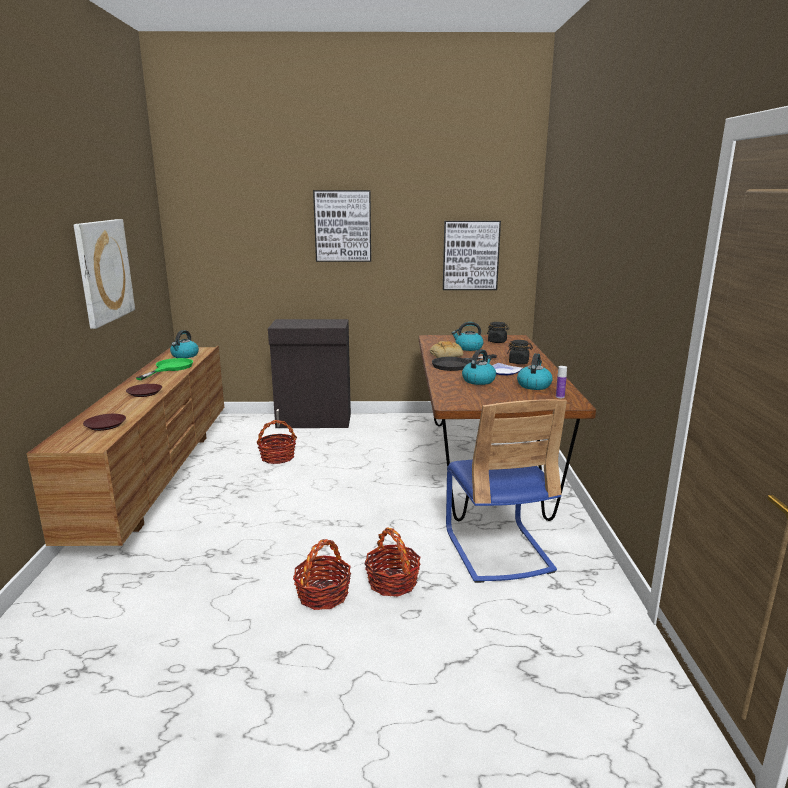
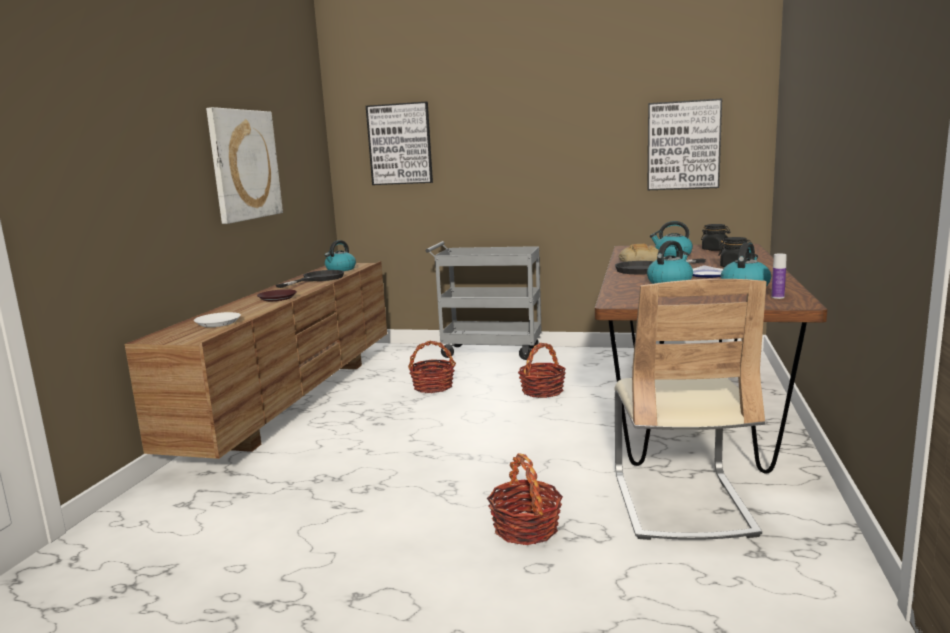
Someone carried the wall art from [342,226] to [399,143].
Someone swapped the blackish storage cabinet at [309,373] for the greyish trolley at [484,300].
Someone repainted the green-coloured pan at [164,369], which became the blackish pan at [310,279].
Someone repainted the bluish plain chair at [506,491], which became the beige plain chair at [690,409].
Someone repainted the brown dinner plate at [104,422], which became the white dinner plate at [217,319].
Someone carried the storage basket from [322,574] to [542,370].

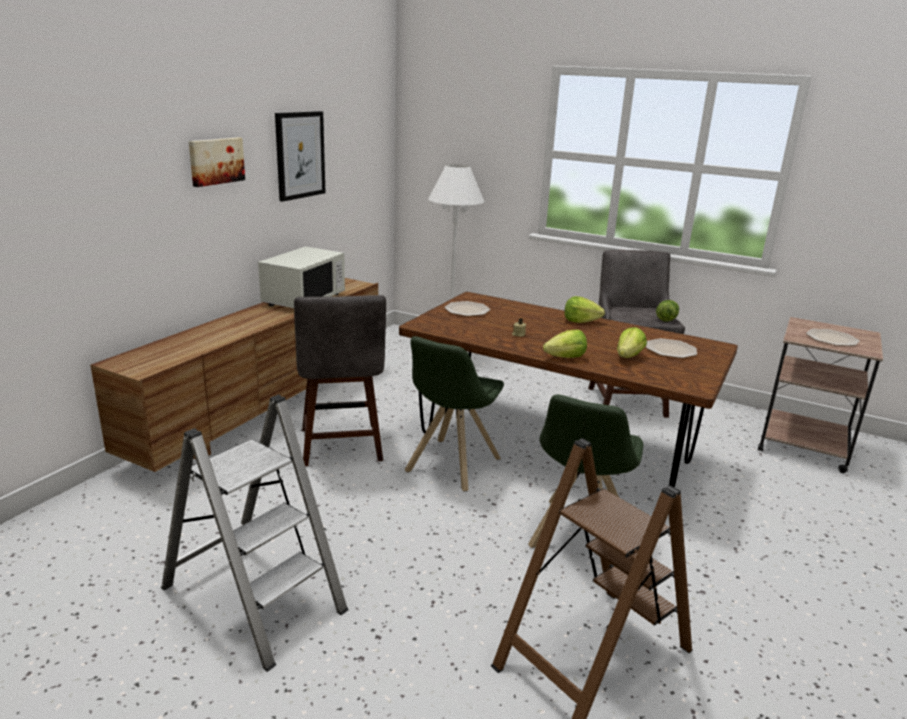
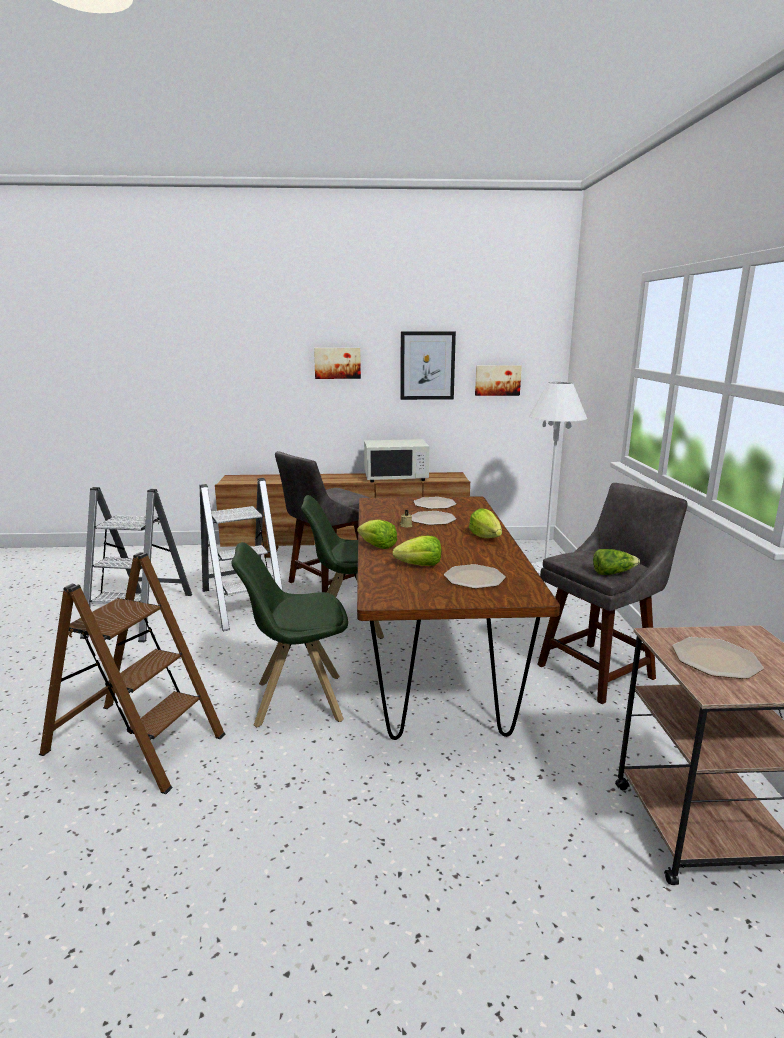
Someone put up the wall art at [498,380].
Someone put down the greyish step ladder at [241,555].
Someone put down the dinner plate at [434,518].

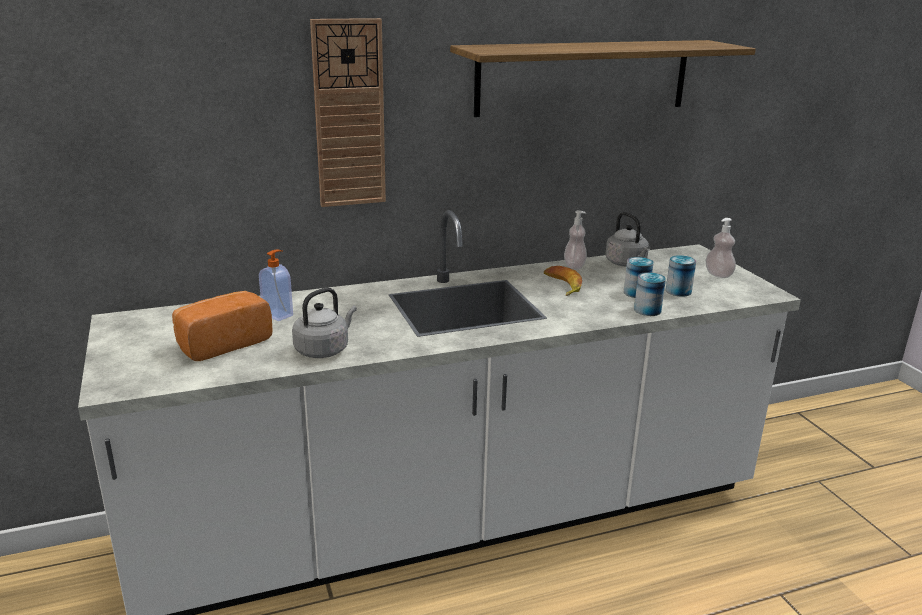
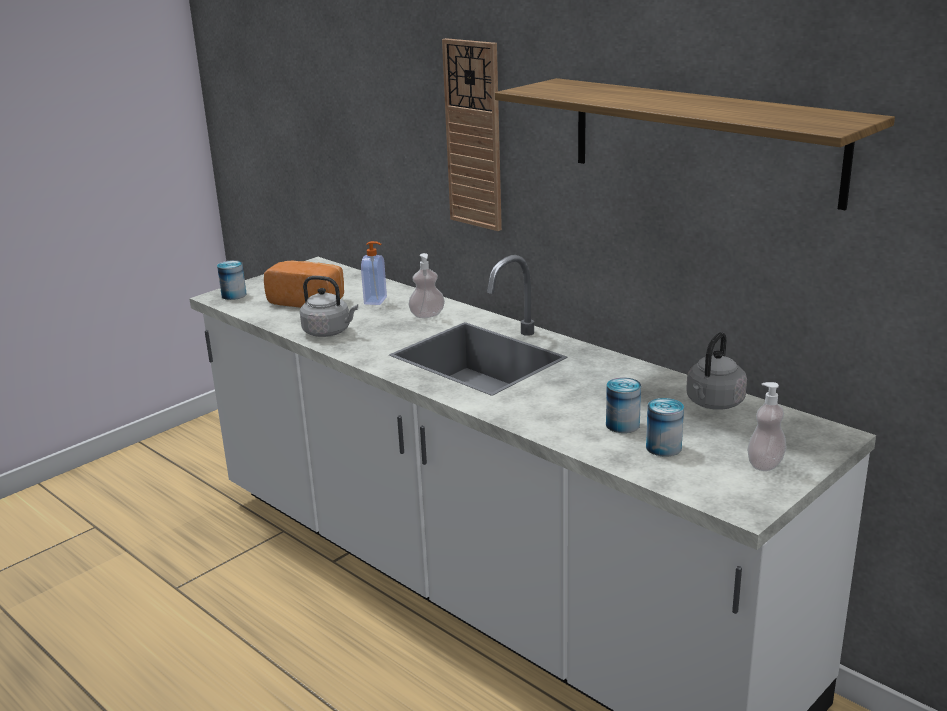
Someone carried the soap dispenser from [575,240] to [426,285].
Someone took away the banana at [563,281].
Someone carried the metal can from [650,294] to [232,280].

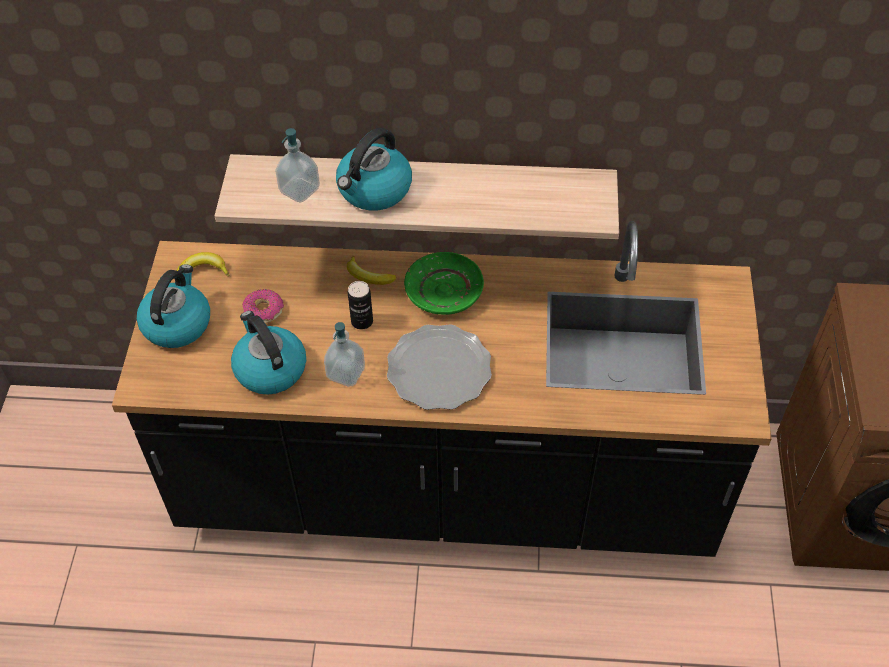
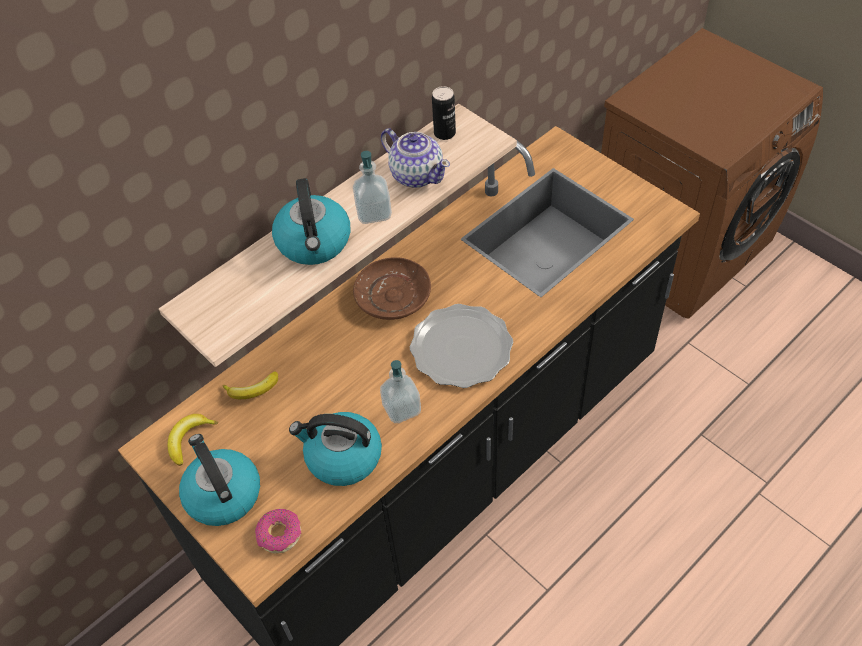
Someone carried the soap dispenser from [297,165] to [372,187].
Someone repainted the green-coloured dinner plate at [444,283], which became the brown dinner plate at [392,288].
Someone carried the banana from [371,270] to [250,385].
Someone carried the metal can from [360,305] to [444,113].
Someone carried the donut from [263,306] to [278,531].
Someone put down the pot for tea at [415,158].

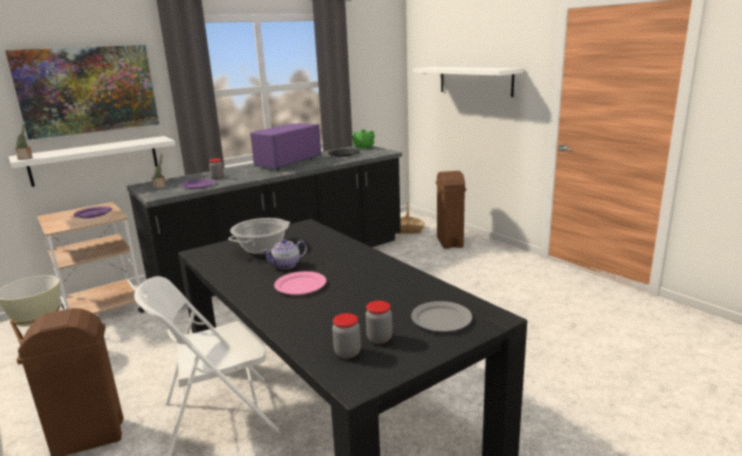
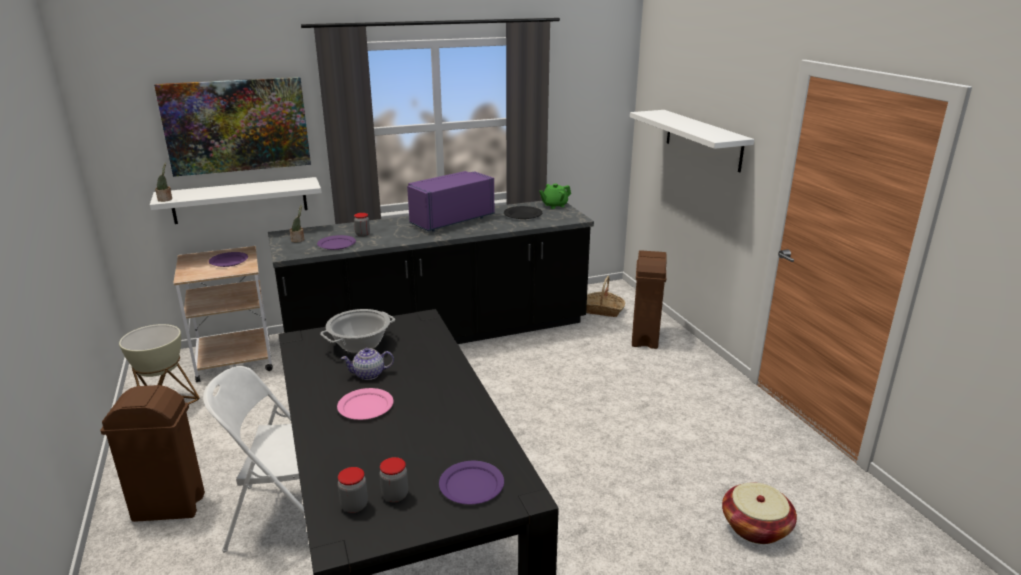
Someone repainted the greyish dinner plate at [441,316], which became the purple dinner plate at [471,482].
Someone put down the storage basket at [759,513].

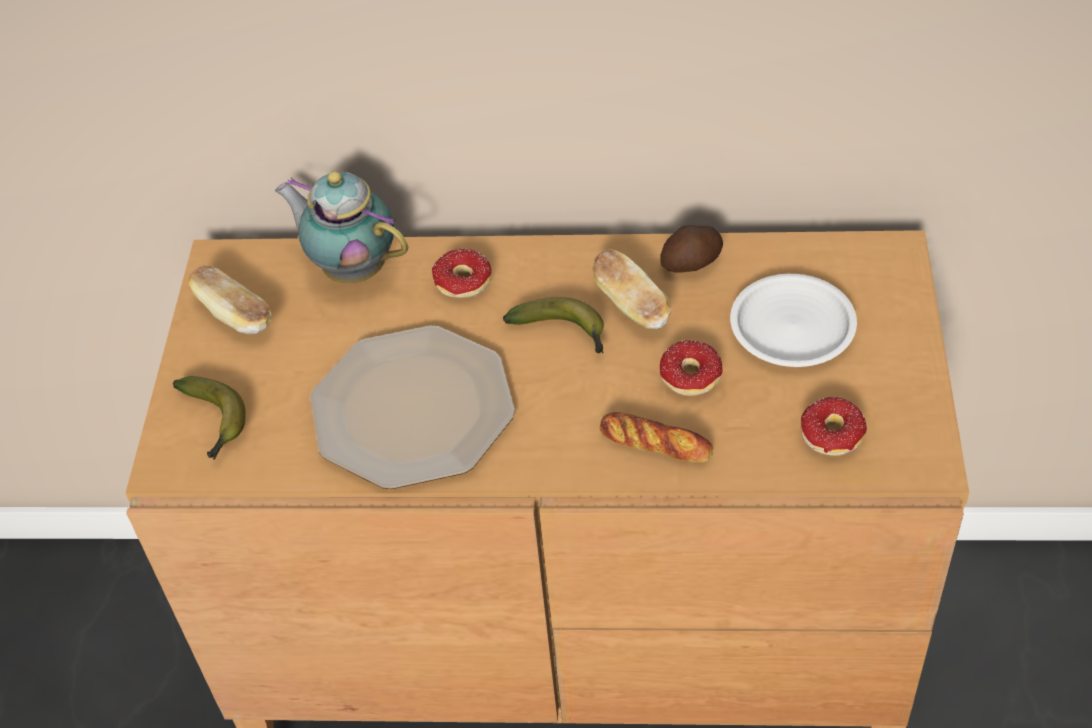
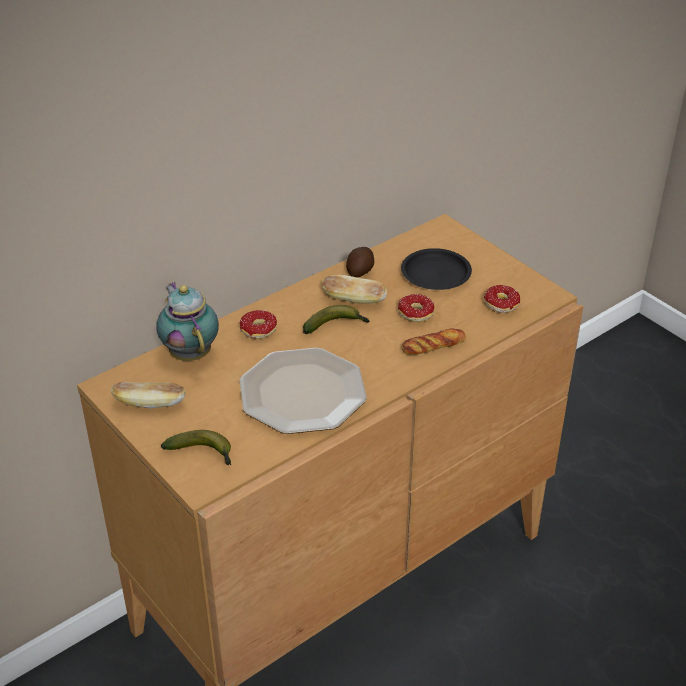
Someone rotated the pot for tea at [341,227] by 75 degrees clockwise.
Someone repainted the white dinner plate at [793,320], which became the blackish dinner plate at [436,269].

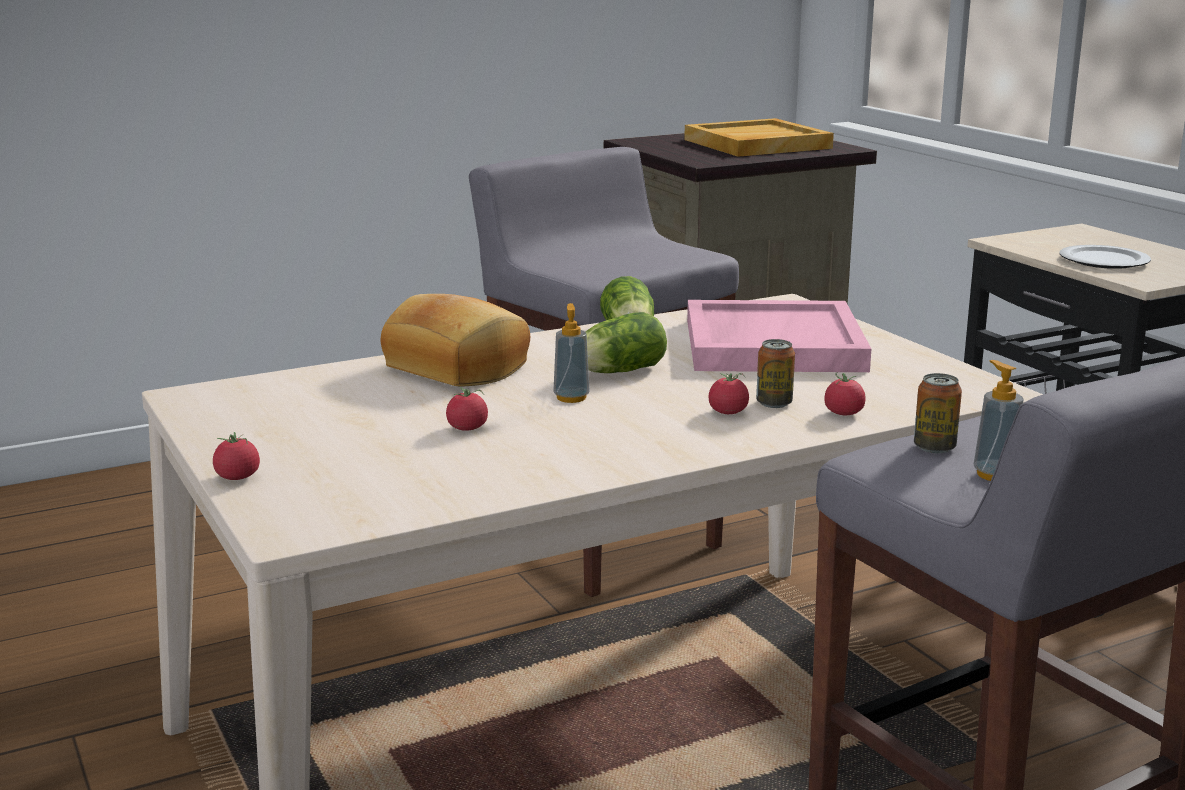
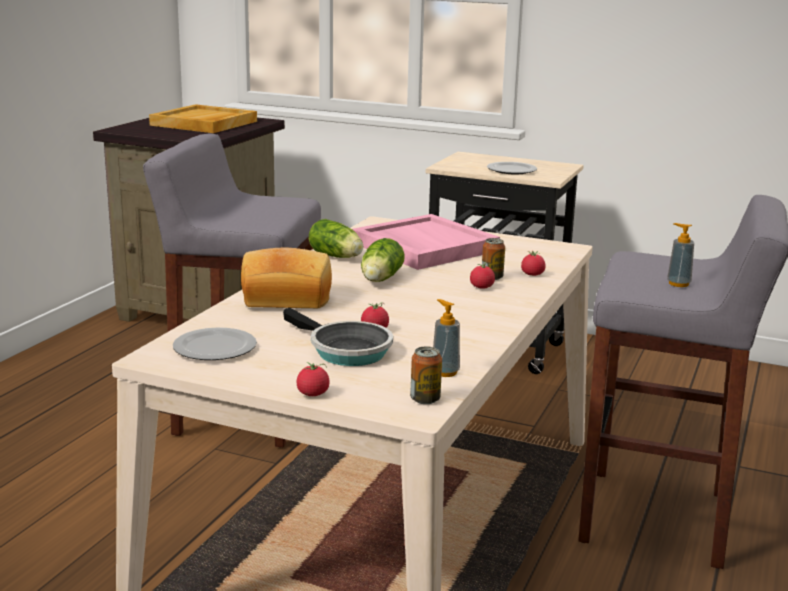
Someone carried the soap dispenser from [571,353] to [446,338].
Someone carried the metal can from [938,413] to [426,375].
Someone put down the pan at [338,337].
Someone put down the dinner plate at [215,343].

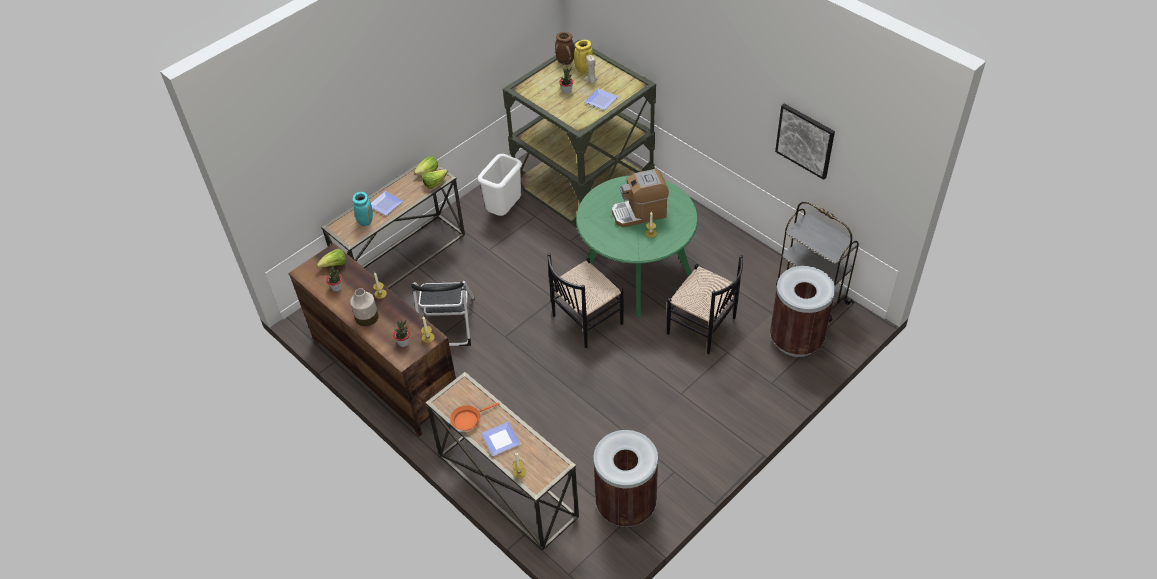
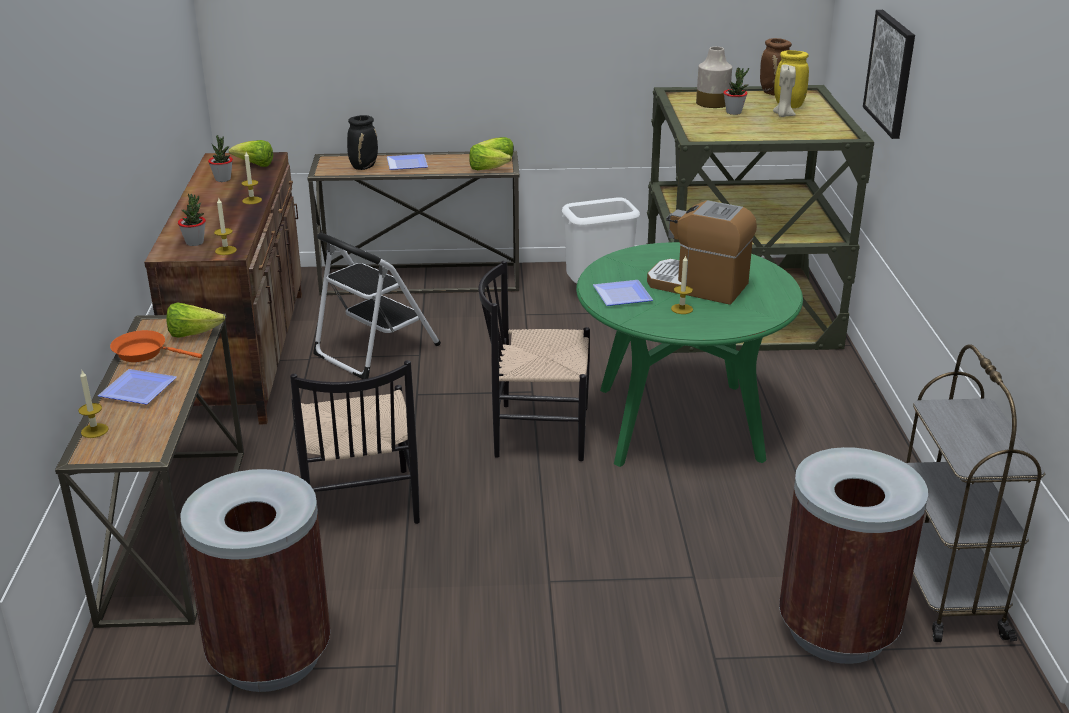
Someone carried the dinner plate from [601,99] to [623,293].
Someone carried the wall art from [805,142] to [889,74].
Someone repainted the blue-green vase at [363,209], which became the blackish vase at [362,142].
Someone carried the blackish plain chair from [705,304] to [355,442].
Someone carried the beige vase from [364,307] to [714,77].
Someone put down the lettuce at [195,320].

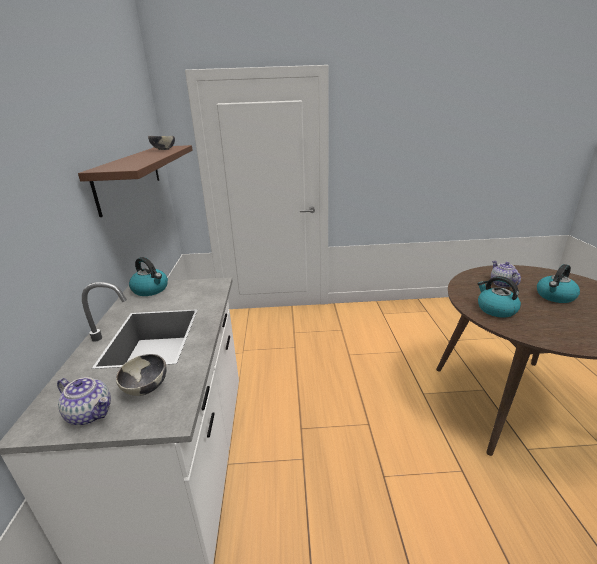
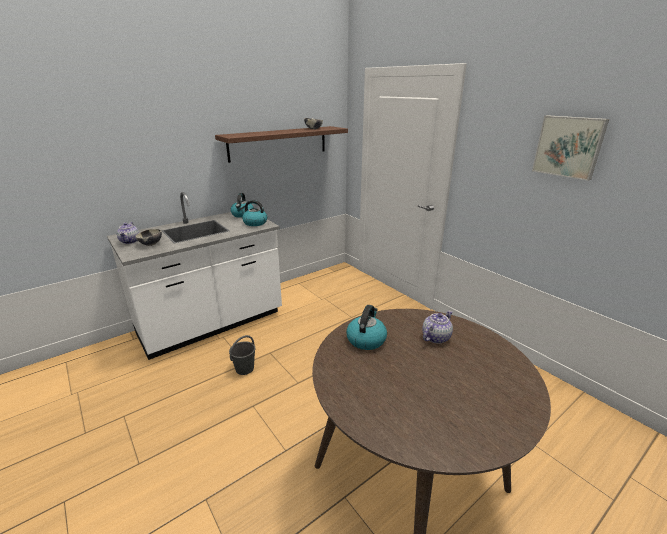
Someone carried the kettle from [558,283] to [253,213].
Someone put up the wall art at [570,148].
Someone put down the greyish bucket at [242,355].

